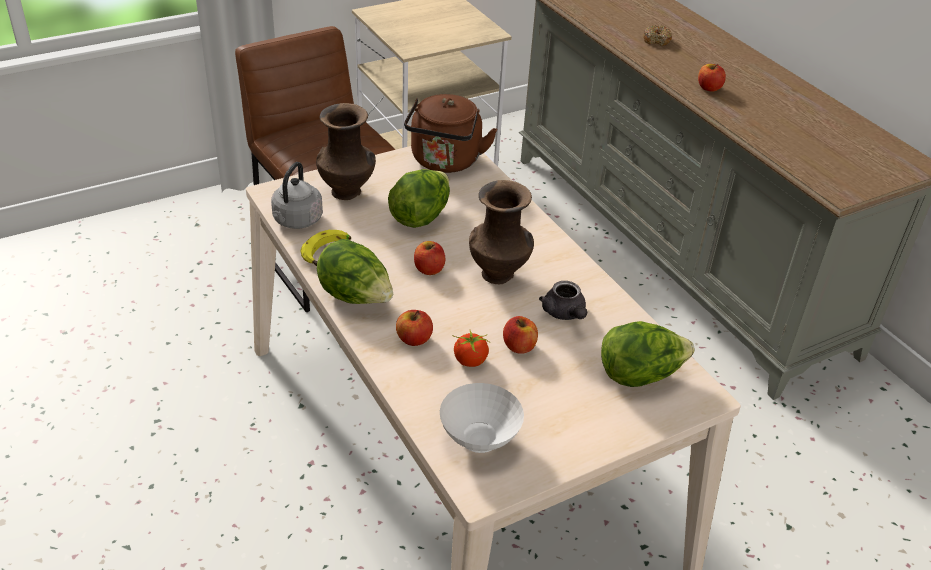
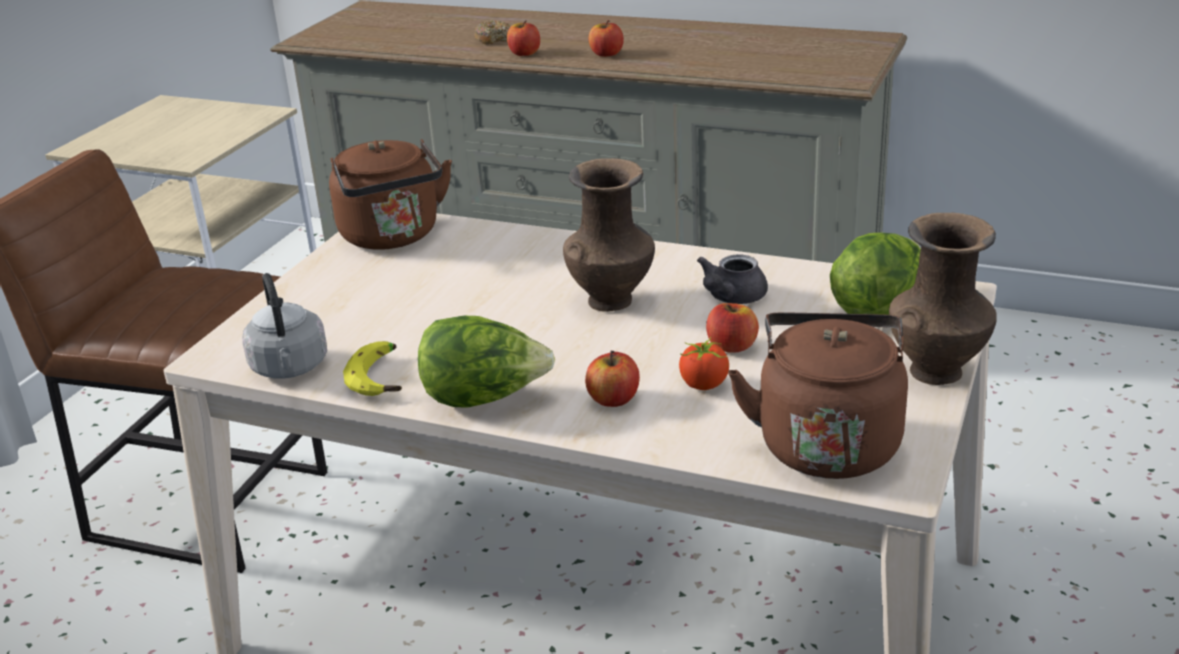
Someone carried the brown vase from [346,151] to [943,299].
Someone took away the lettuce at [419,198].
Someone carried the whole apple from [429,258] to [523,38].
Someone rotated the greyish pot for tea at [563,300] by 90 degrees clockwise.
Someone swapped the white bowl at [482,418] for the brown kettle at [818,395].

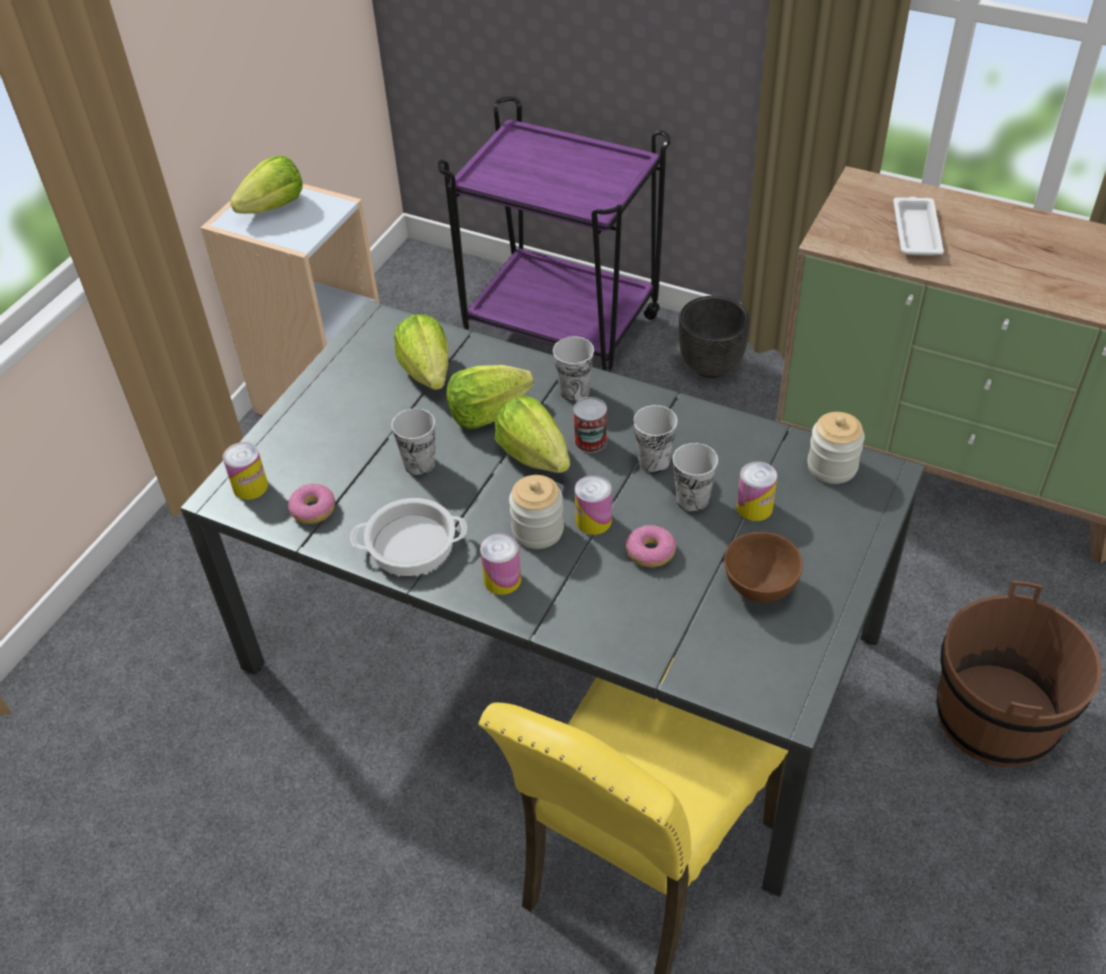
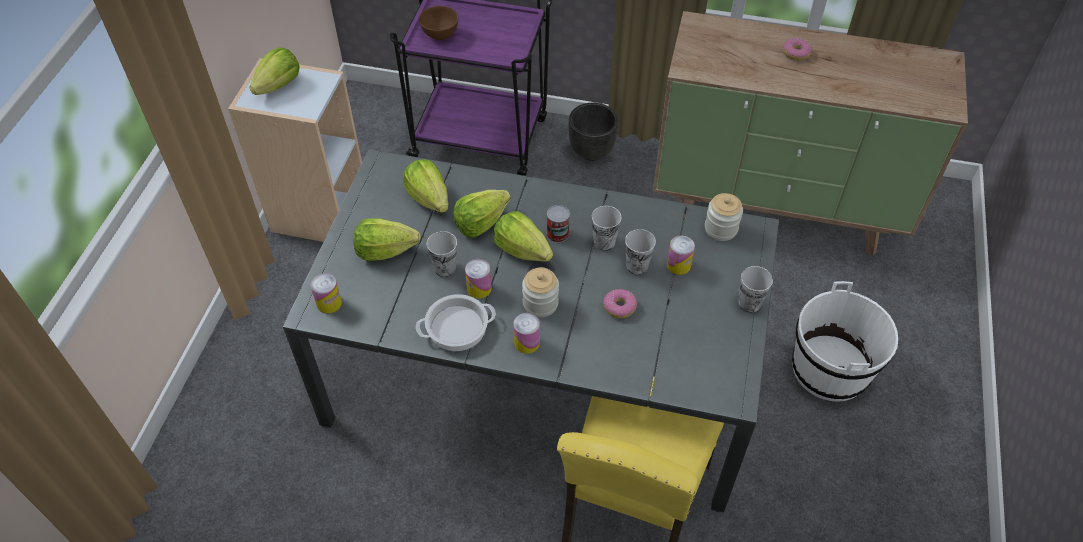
Someone took away the white serving tray at [918,226].
Someone carried the drinking cup from [573,368] to [755,289].
Someone carried the metal can from [593,505] to [478,279].
Someone carried the donut from [311,503] to [797,49].
Someone carried the brown bowl from [763,567] to [438,23].
Someone repainted the brown bucket at [1018,673], which became the white bucket at [845,341].
Someone put down the lettuce at [387,239].

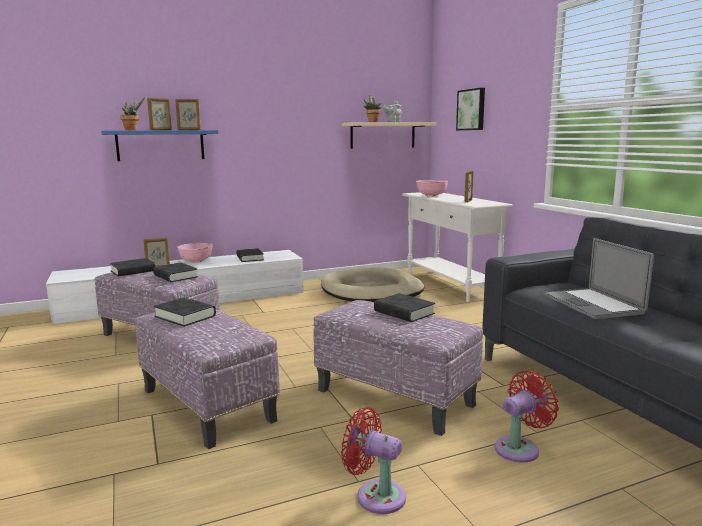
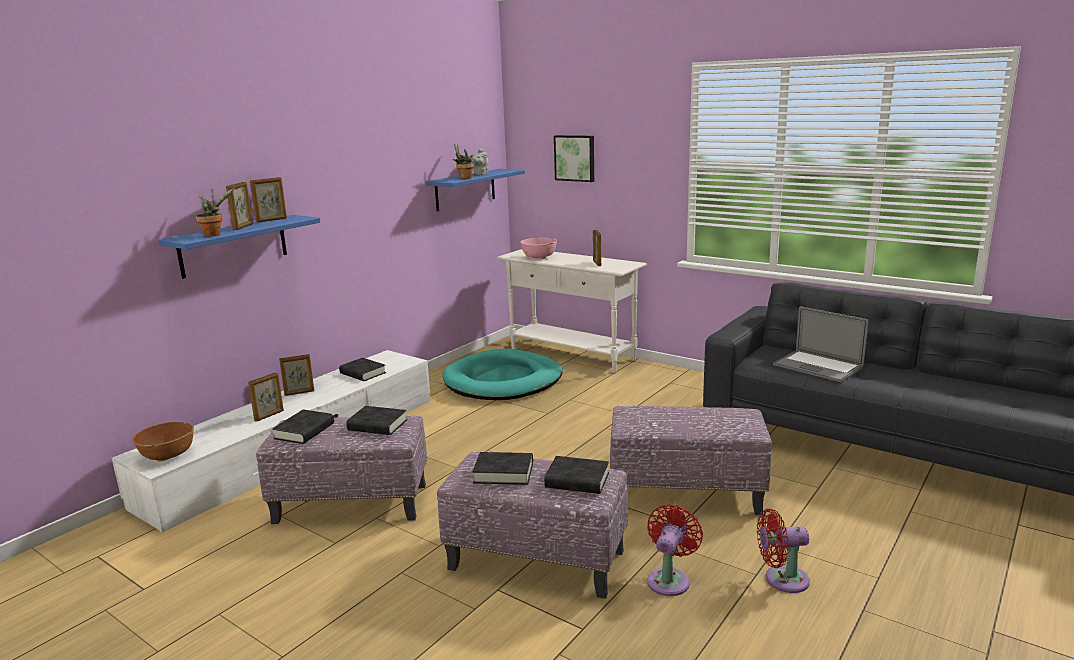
Someone repainted the beige wall shelf at [389,135], which became the bluish wall shelf at [475,190].
Someone swapped the pink bowl at [195,253] for the standing frame at [296,375].
Someone repainted the beige dog bed at [372,284], which became the blue-green dog bed at [503,374].
Someone carried the blackish book from [404,307] to [576,475].
Someone carried the red-coloured fan from [527,417] to [675,550].
Someone put down the brown bowl at [163,441].

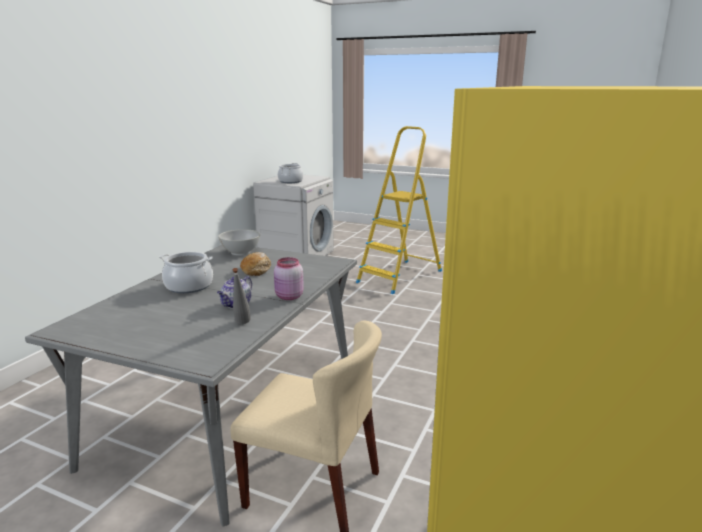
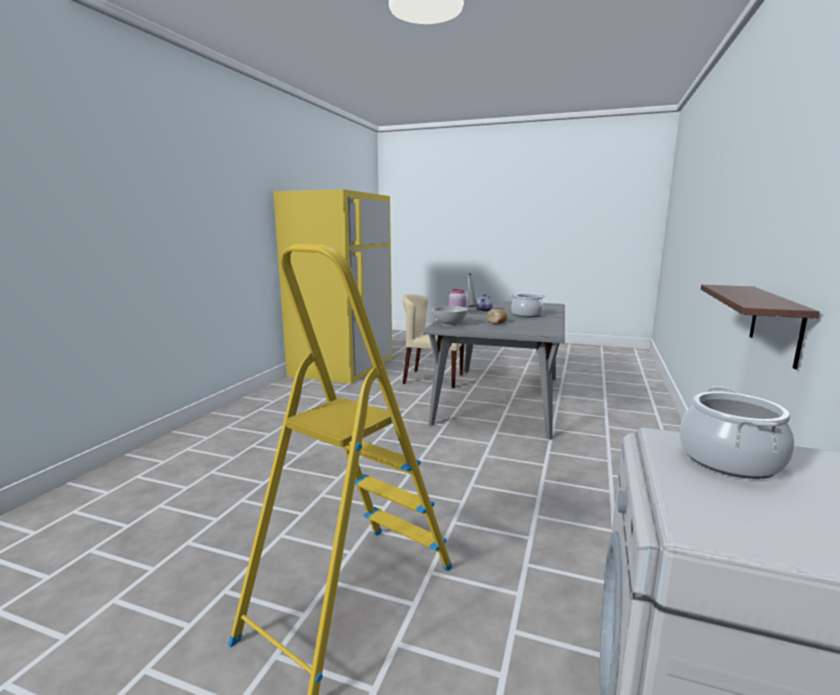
Someone carried the white bowl from [239,242] to [450,316].
Someone put up the wall shelf at [760,327].

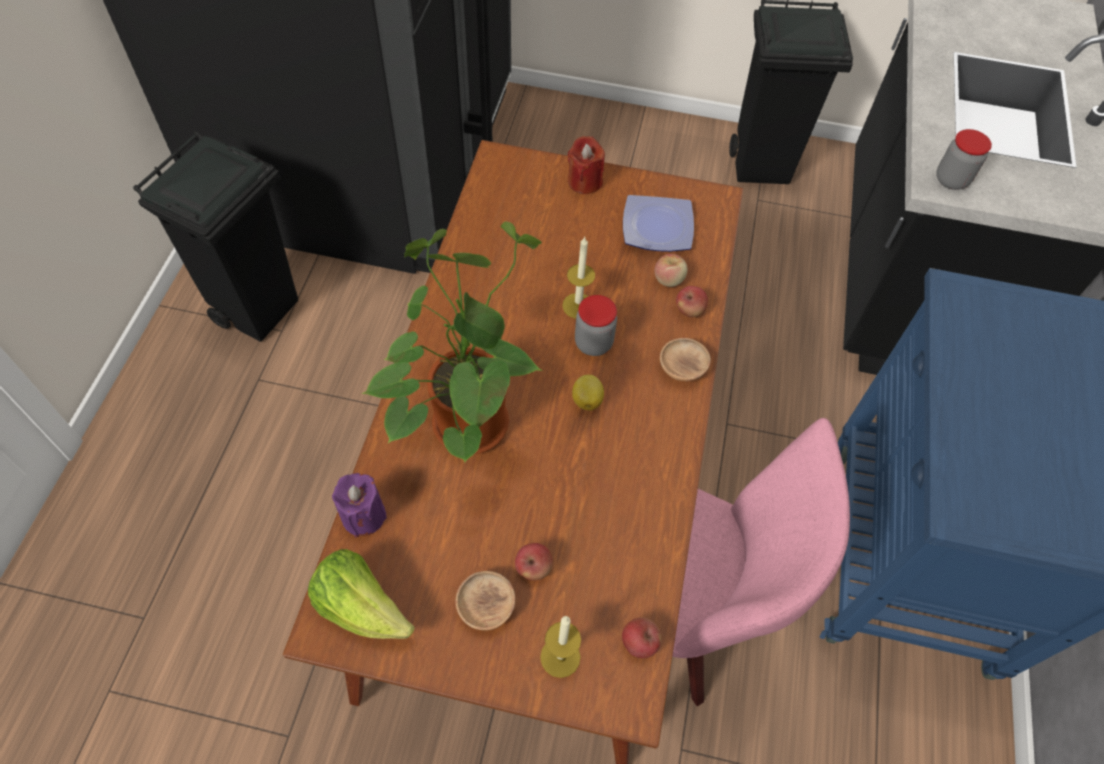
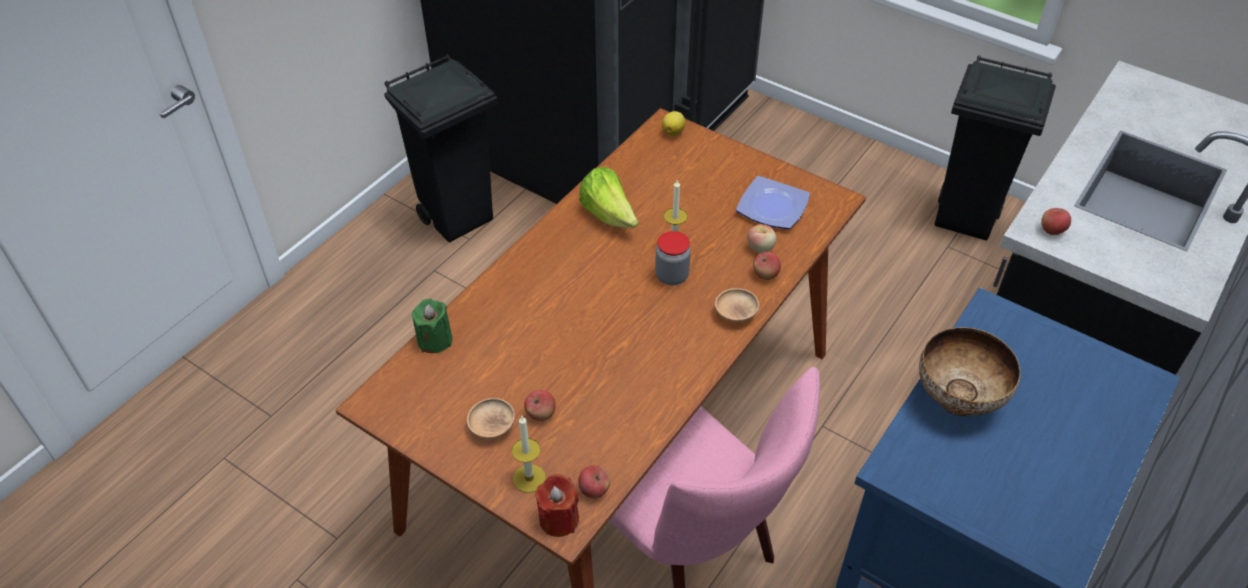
Someone swapped the jar at [964,159] for the whole apple at [1056,221].
Someone carried the red-coloured candle from [586,165] to [557,505].
Someone took away the potted plant at [452,342].
Someone carried the whole lemon from [588,392] to [673,123].
Someone repainted the purple candle at [359,505], which became the green-coloured candle at [432,326].
Someone carried the lettuce from [361,594] to [609,197].
Someone put down the bowl at [970,371].

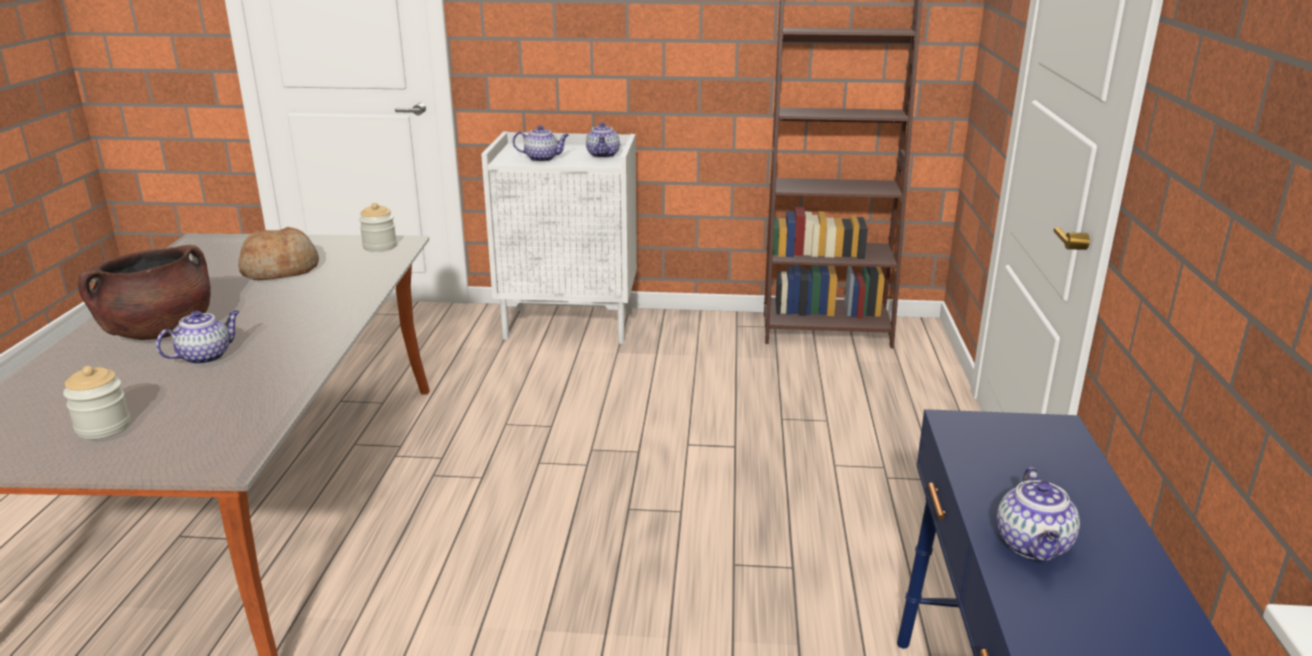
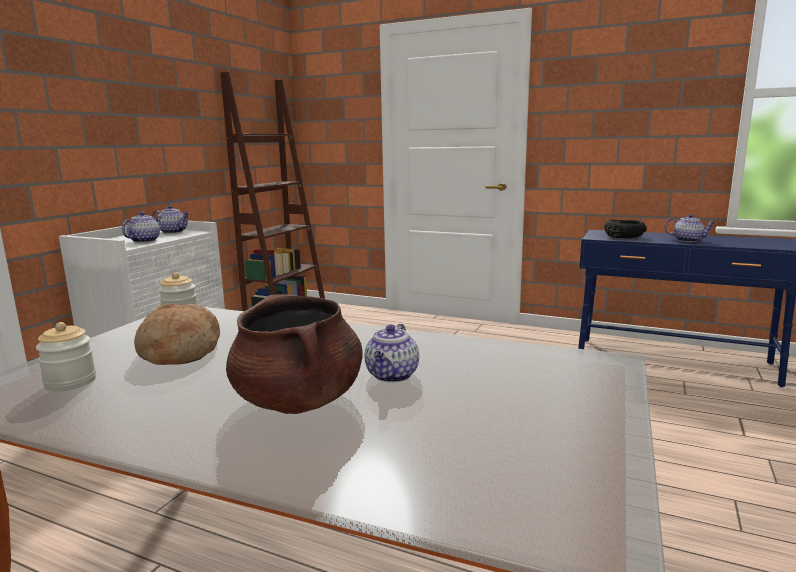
Someone rotated the pot for tea at [198,337] by 135 degrees counterclockwise.
Someone carried the jar from [96,402] to [66,356].
Someone put down the blackish bowl at [625,229].

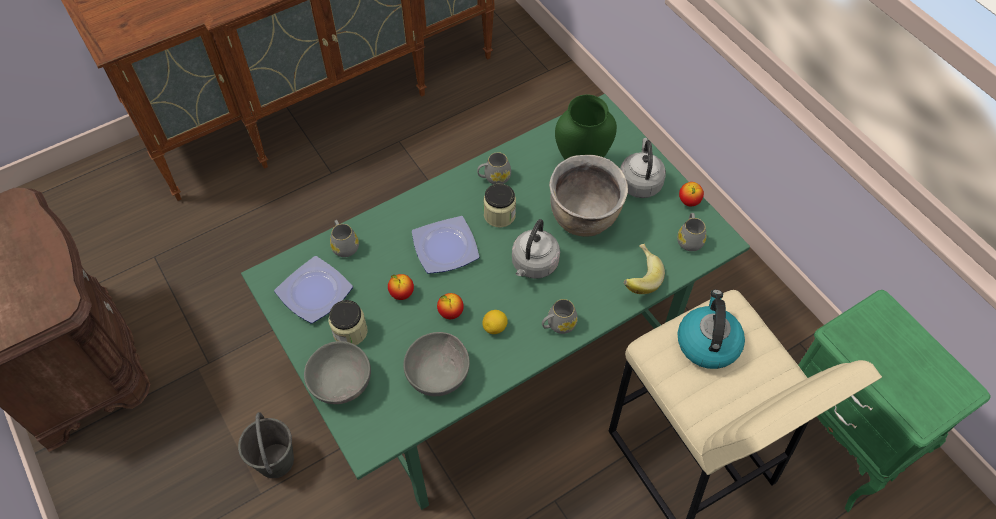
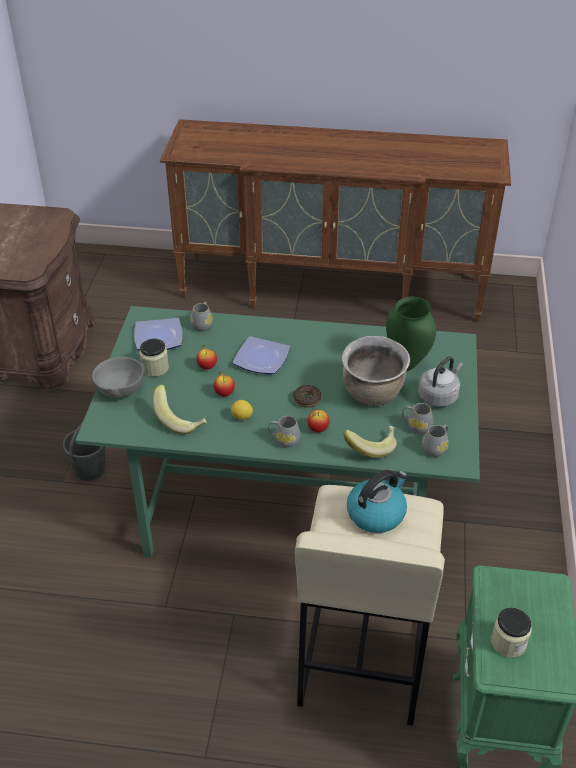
Someone carried the greyish mug from [494,168] to [417,418].
Someone carried the whole apple from [691,194] to [318,421].
Someone carried the jar from [499,206] to [511,633].
Someone swapped the greyish kettle at [536,249] for the donut at [307,396].
Someone swapped the greyish bowl at [436,364] for the banana at [180,409].

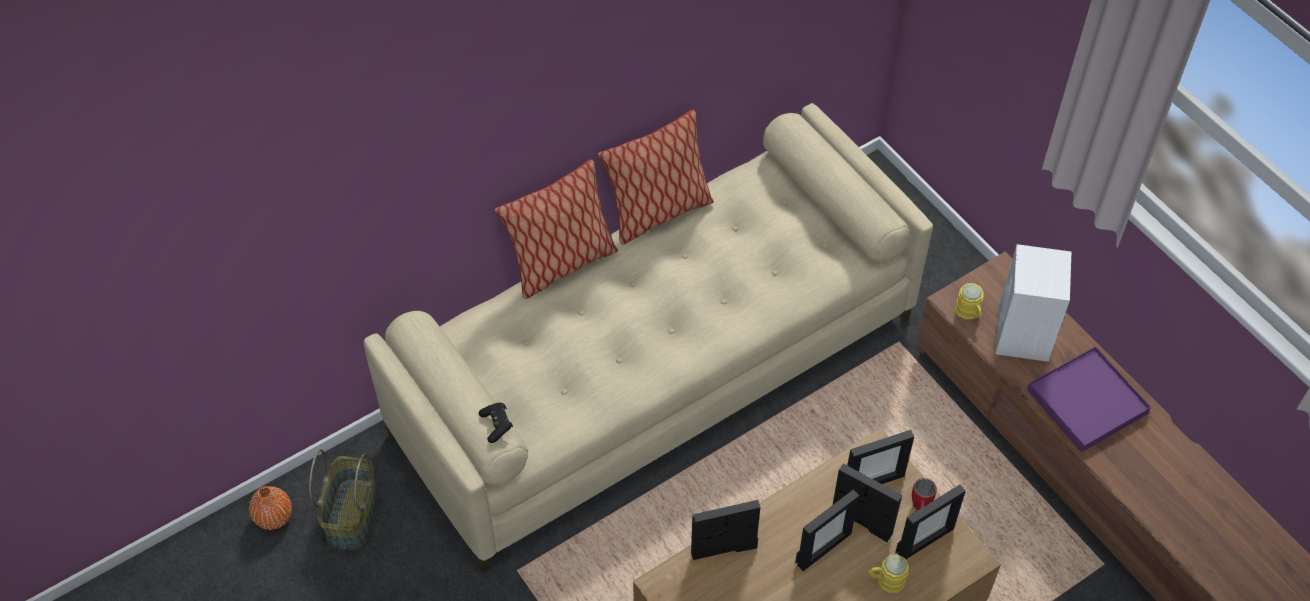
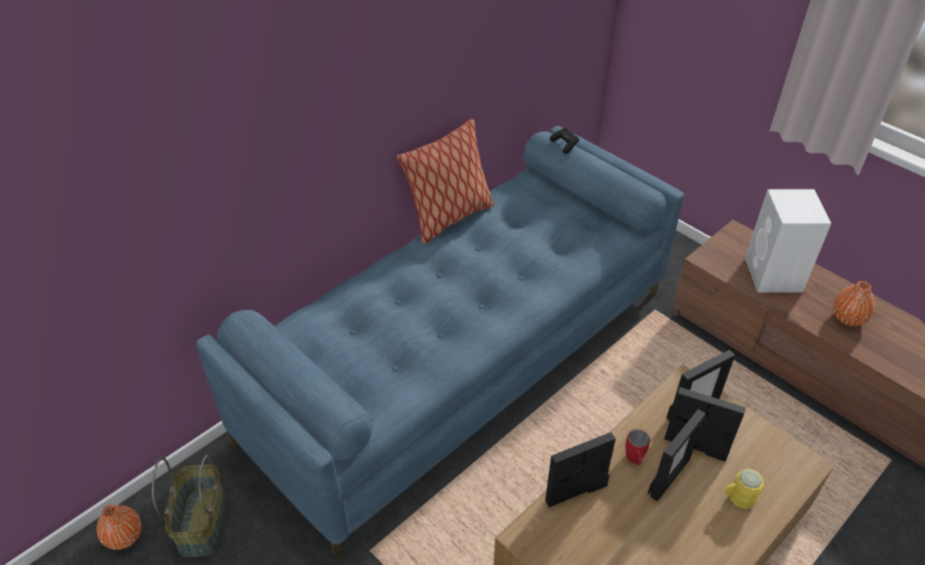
Someone repainted the beige sofa at [648,338], which became the bluish sofa at [440,342].
Someone took away the cushion at [556,229].
Someone took away the yellow-coloured mug at [969,301].
Someone swapped the purple serving tray at [1089,399] for the orangey vase at [854,303].
Someone carried the blackish gamepad from [496,423] to [564,141].
Someone carried the red-coloured mug from [924,494] to [637,447].
Someone took away the standing frame at [930,522].

